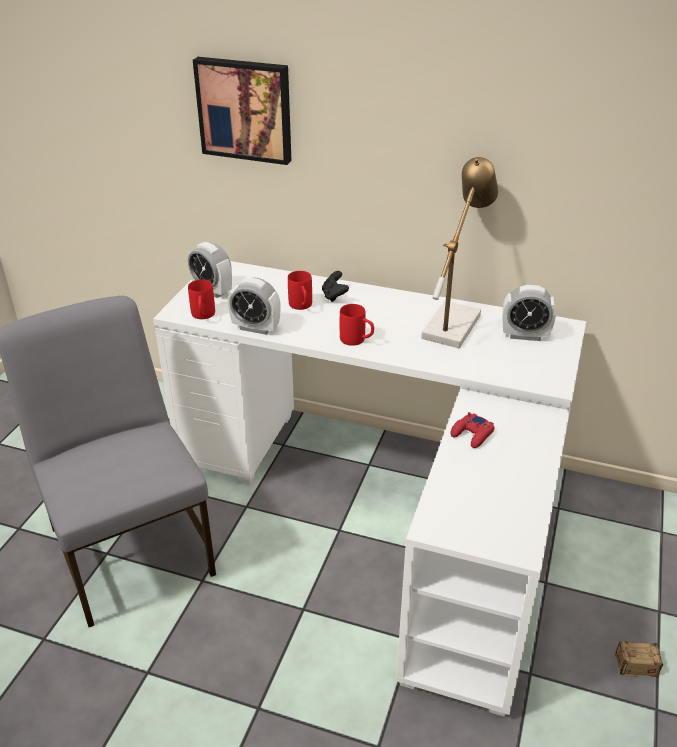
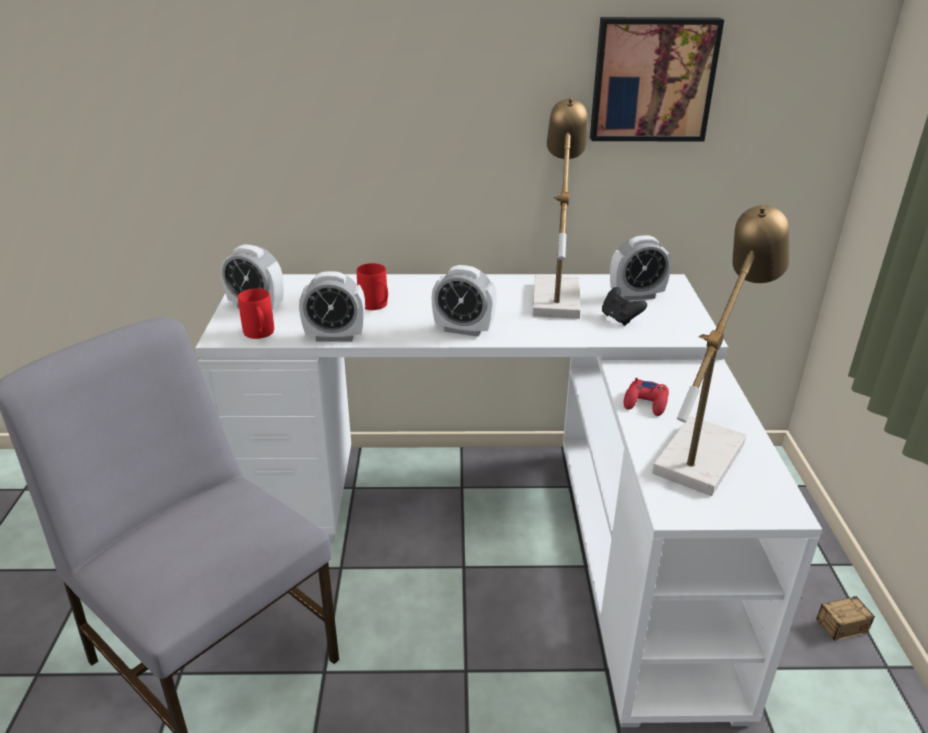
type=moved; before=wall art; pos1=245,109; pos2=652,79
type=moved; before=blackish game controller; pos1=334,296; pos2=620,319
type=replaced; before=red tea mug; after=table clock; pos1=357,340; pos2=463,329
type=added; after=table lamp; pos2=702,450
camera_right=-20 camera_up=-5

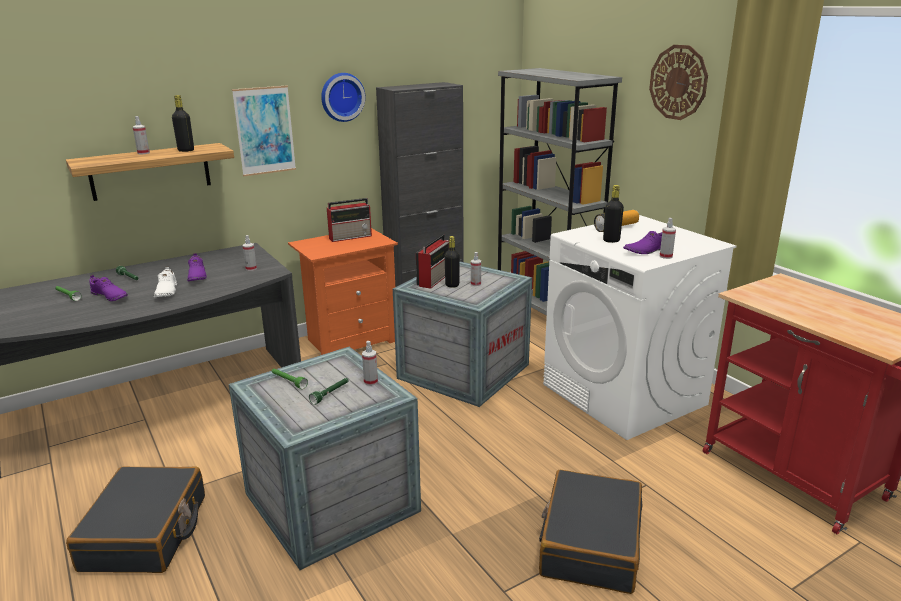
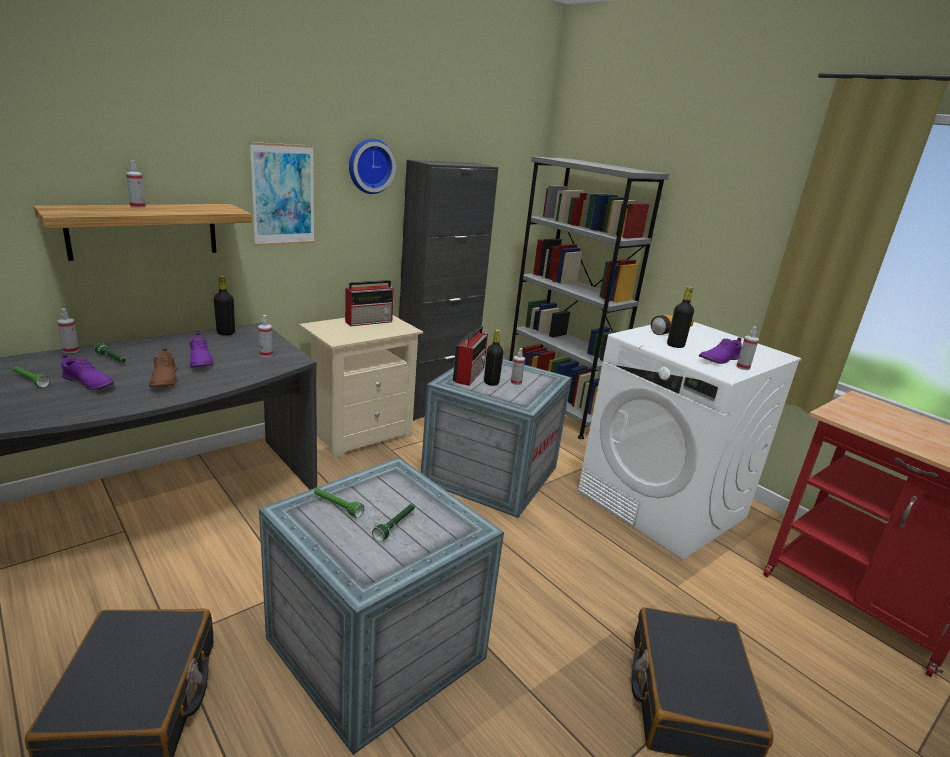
type=recoloured; before=white-coloured item of footwear; after=brown item of footwear; pos1=166,291; pos2=163,379
type=moved; before=blackish bottle; pos1=186,150; pos2=226,333
type=recoloured; before=orangey bedside table; after=beige-coloured bedside table; pos1=350,340; pos2=359,433
type=moved; before=spray bottle; pos1=370,382; pos2=71,350
type=removed; before=wall clock; pos1=678,82
camera_right=-10 camera_up=0

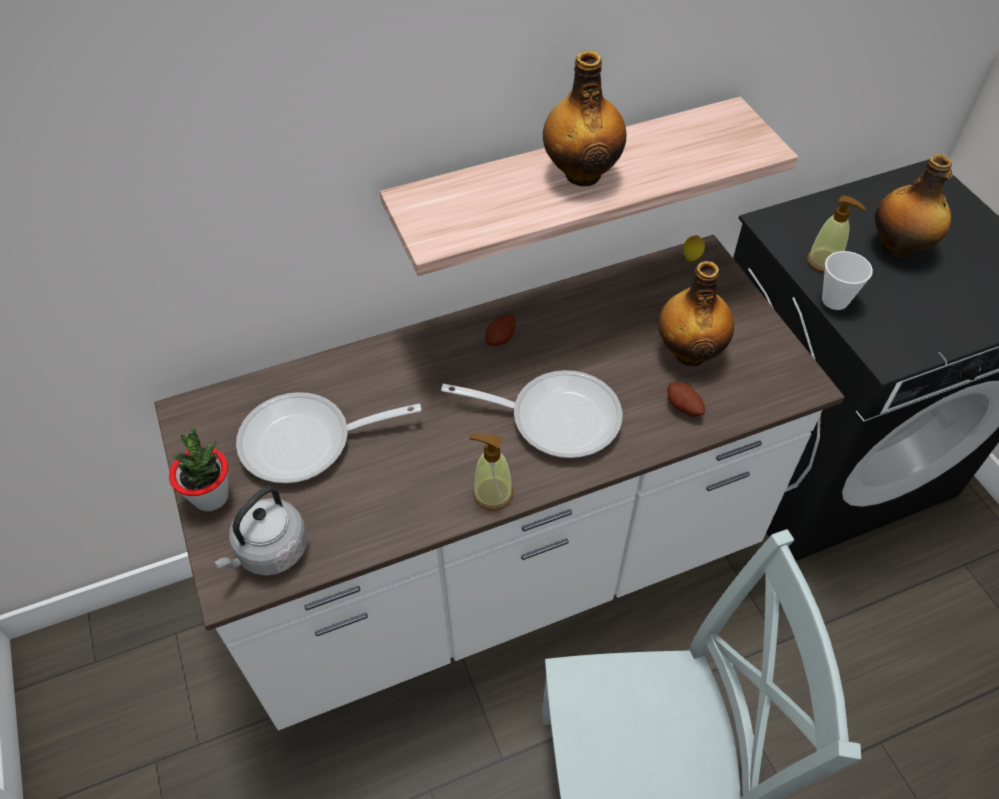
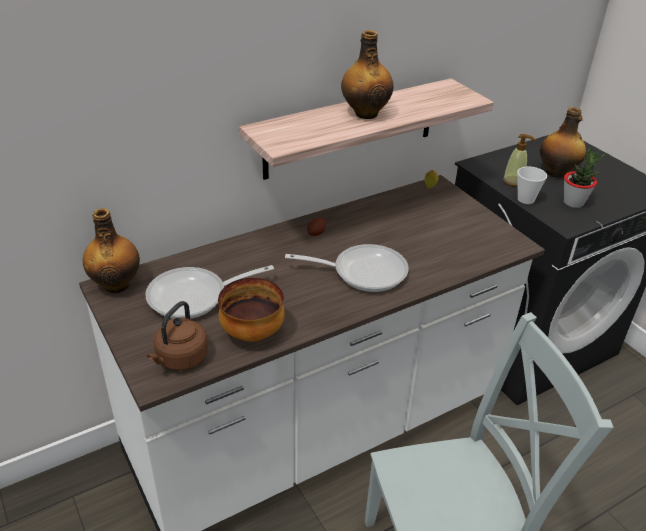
type=moved; before=potted plant; pos1=211,496; pos2=573,202
type=recoloured; before=gray kettle; after=brown kettle; pos1=270,552; pos2=180,359
type=removed; before=soap dispenser; pos1=492,493
type=moved; before=bottle; pos1=689,352; pos2=116,284
type=removed; before=whole potato; pos1=683,408
type=added; after=deep dish; pos2=253,333
camera_right=-10 camera_up=-15

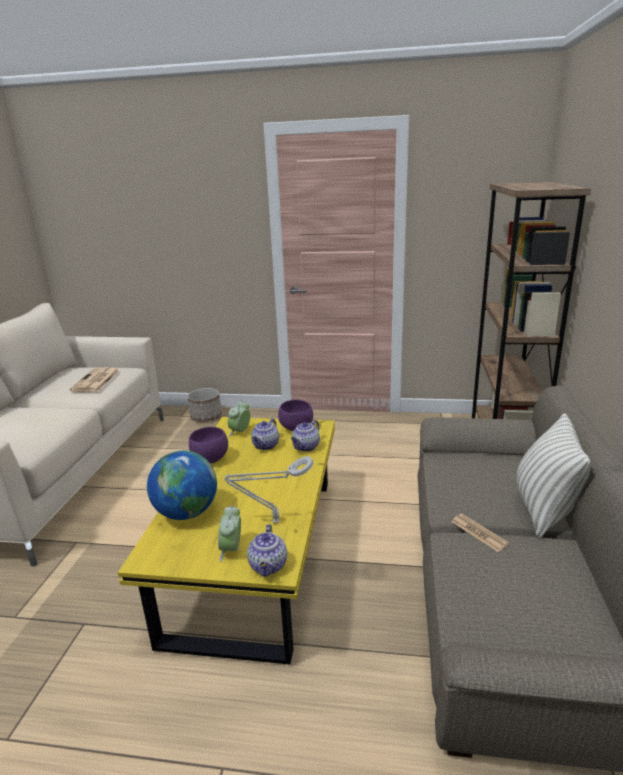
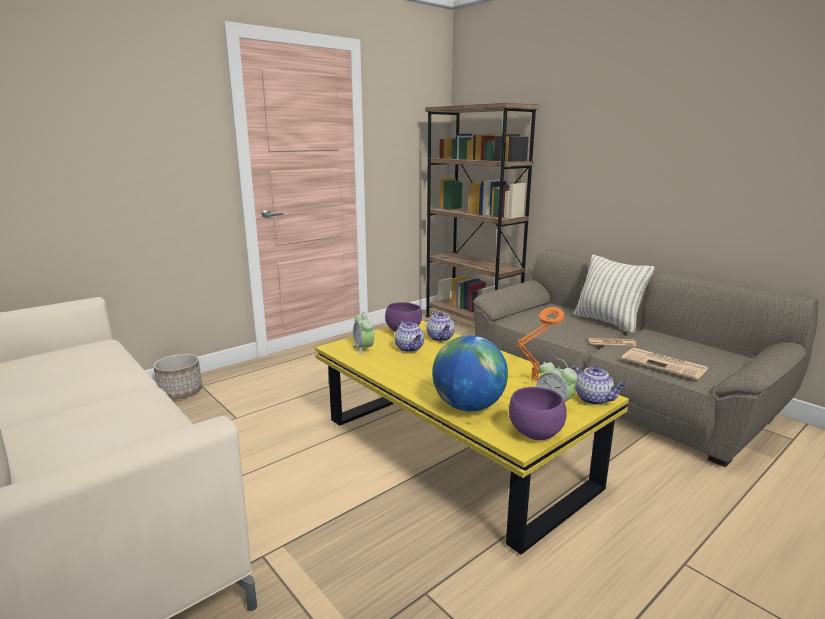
type=moved; before=newspaper; pos1=96,381; pos2=665,364
type=moved; before=purple deep dish; pos1=209,459; pos2=536,434
type=recoloured; before=gray table lamp; after=orangey table lamp; pos1=273,522; pos2=534,380
camera_right=-50 camera_up=-5

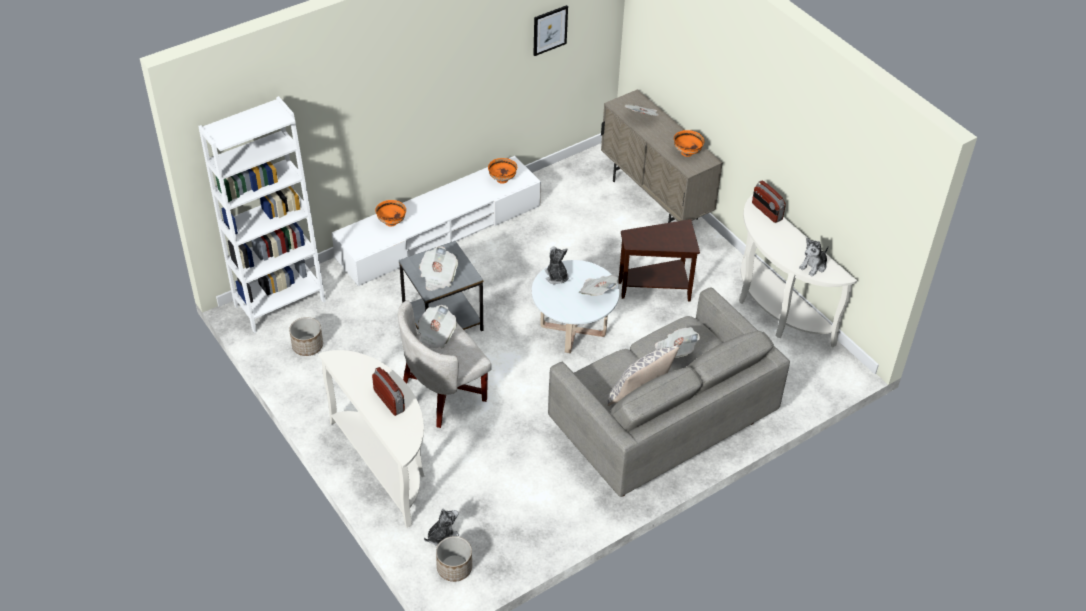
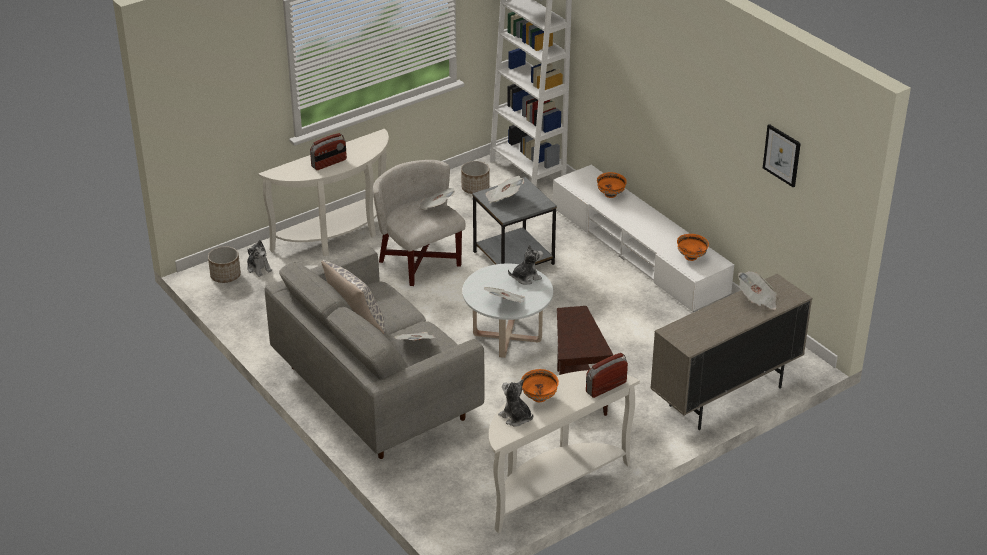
type=moved; before=orangey deep dish; pos1=687,152; pos2=539,398
camera_right=90 camera_up=-10

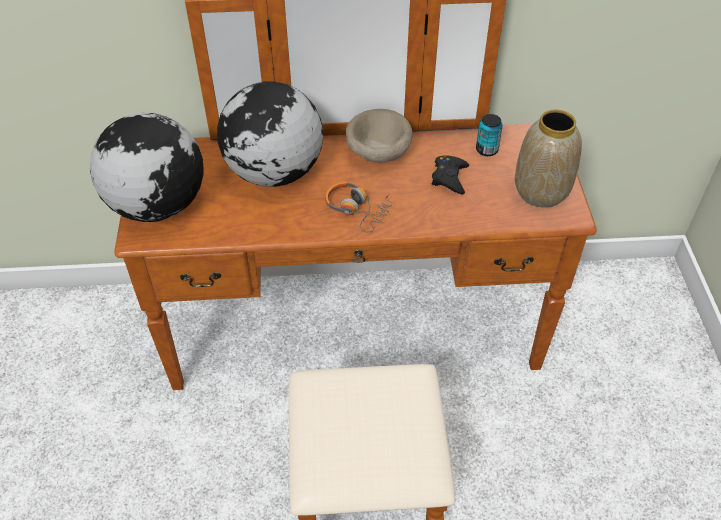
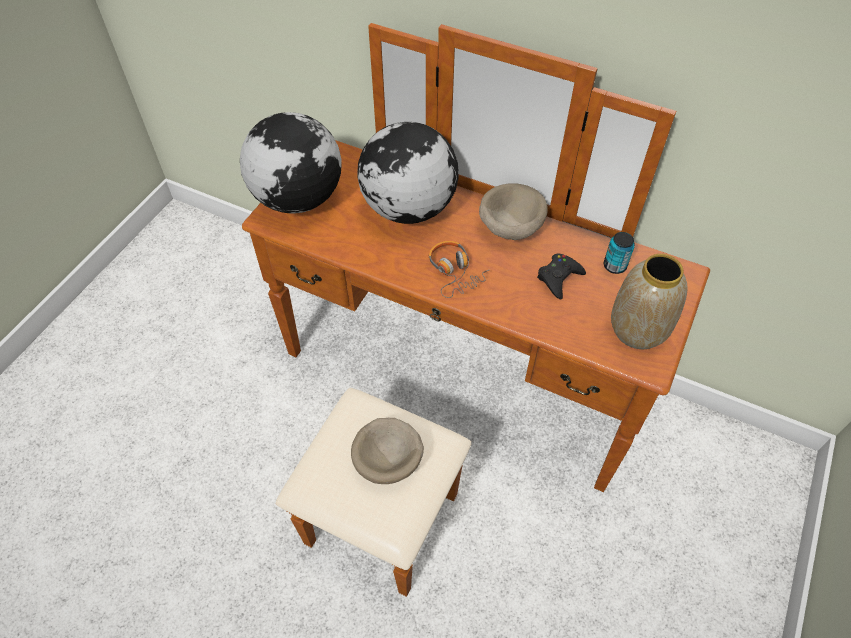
type=added; after=beige-coloured deep dish; pos2=389,461
camera_right=30 camera_up=5

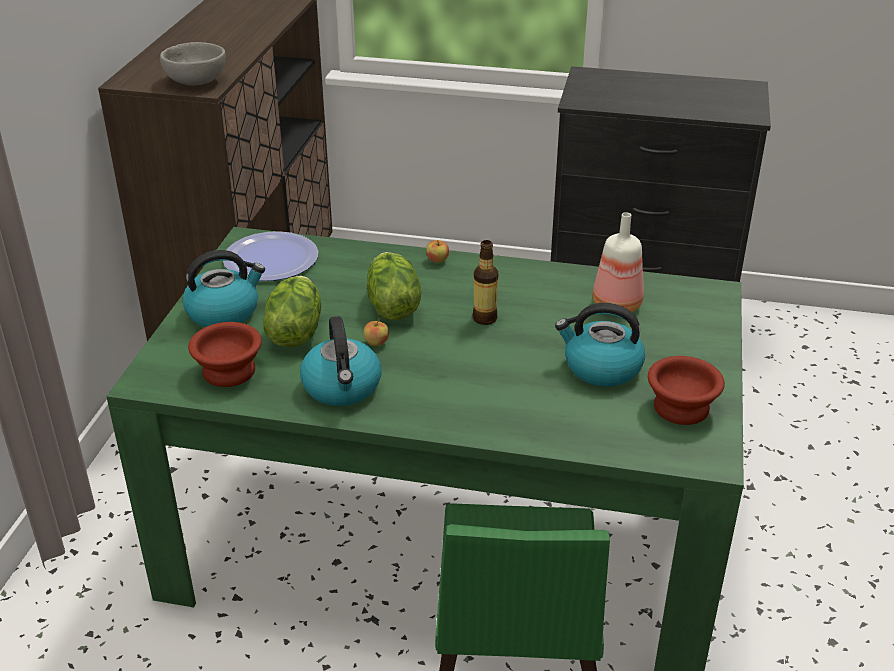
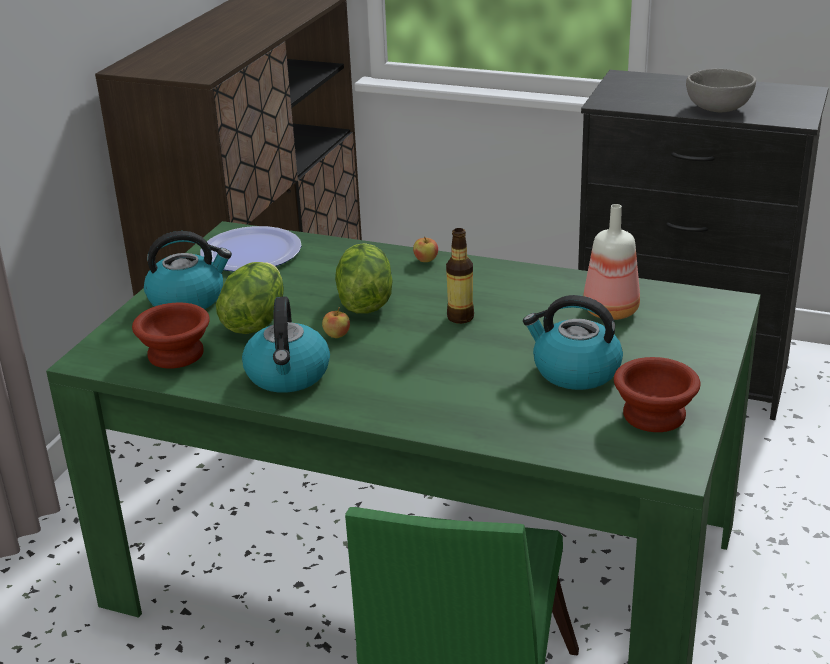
type=moved; before=gray deep dish; pos1=195,82; pos2=718,109
camera_right=10 camera_up=-5

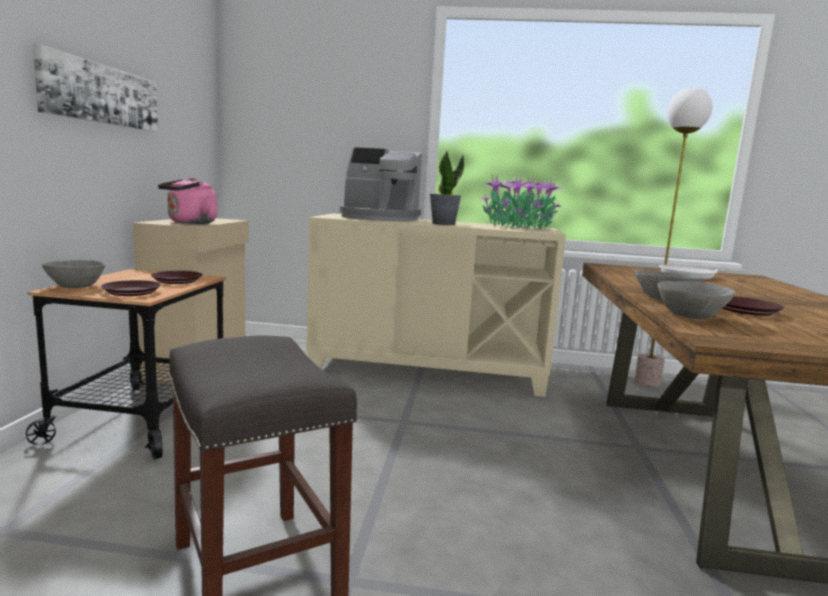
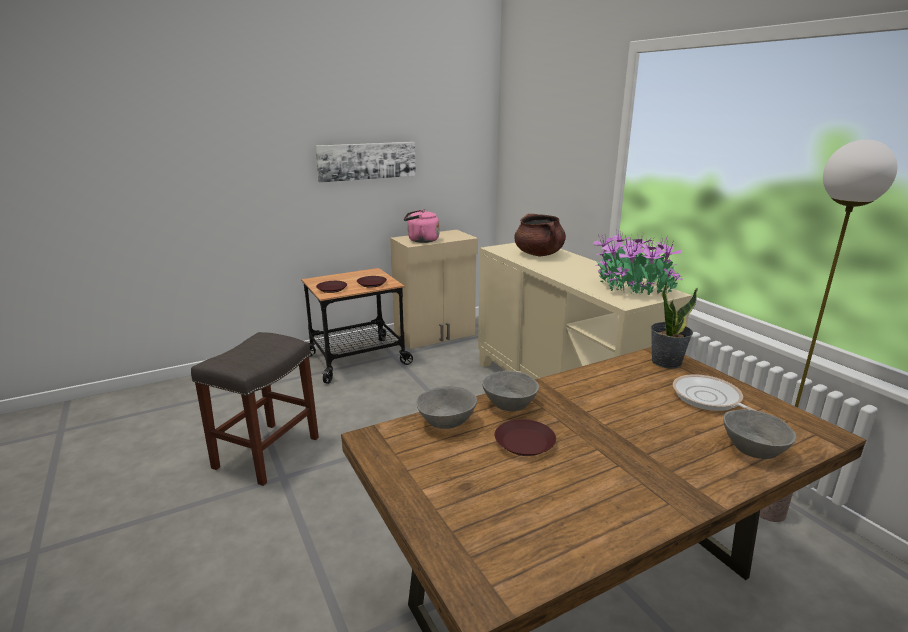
type=moved; before=gray deep dish; pos1=76,286; pos2=754,450
type=replaced; before=coffee maker; after=brown stockpot; pos1=379,218; pos2=539,254
type=moved; before=potted plant; pos1=443,224; pos2=666,362
camera_right=55 camera_up=10

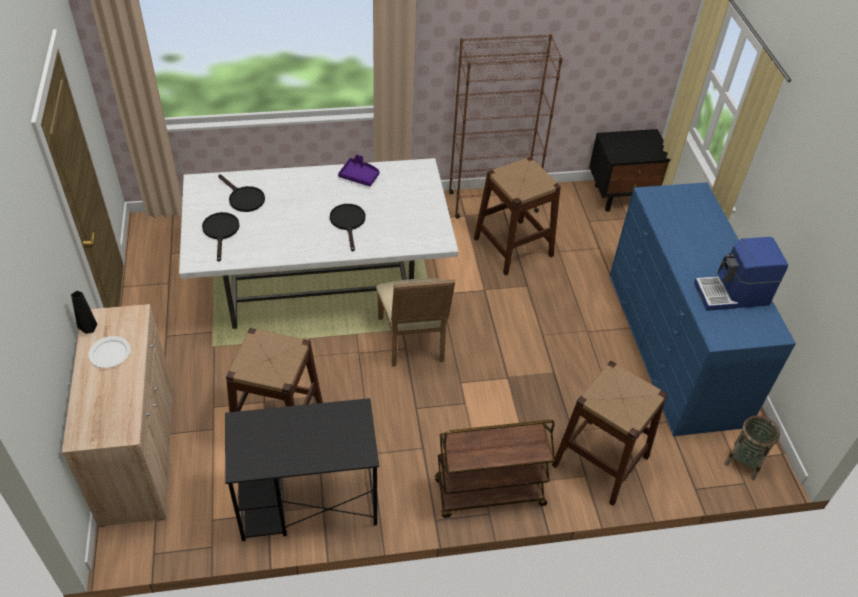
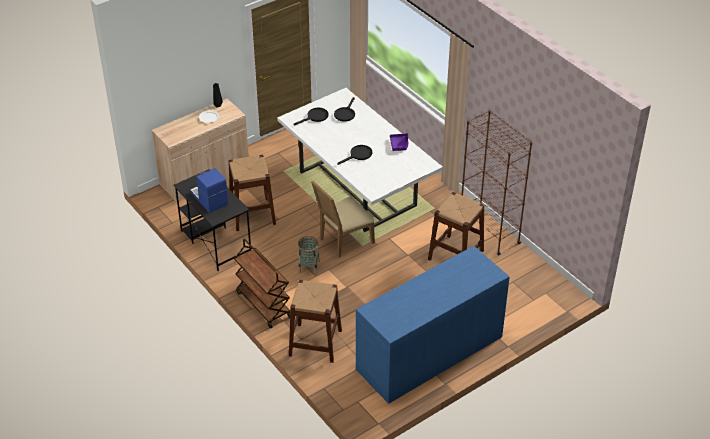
type=removed; before=blackish bedside table; pos1=621,196
type=moved; before=coffee maker; pos1=732,294; pos2=209,199
type=moved; before=basket; pos1=744,461; pos2=308,267
camera_right=65 camera_up=-5

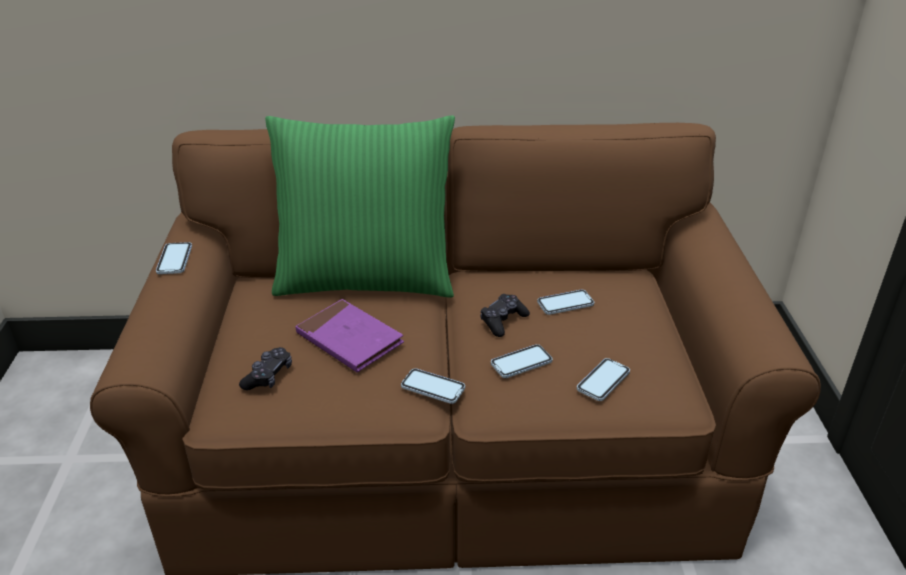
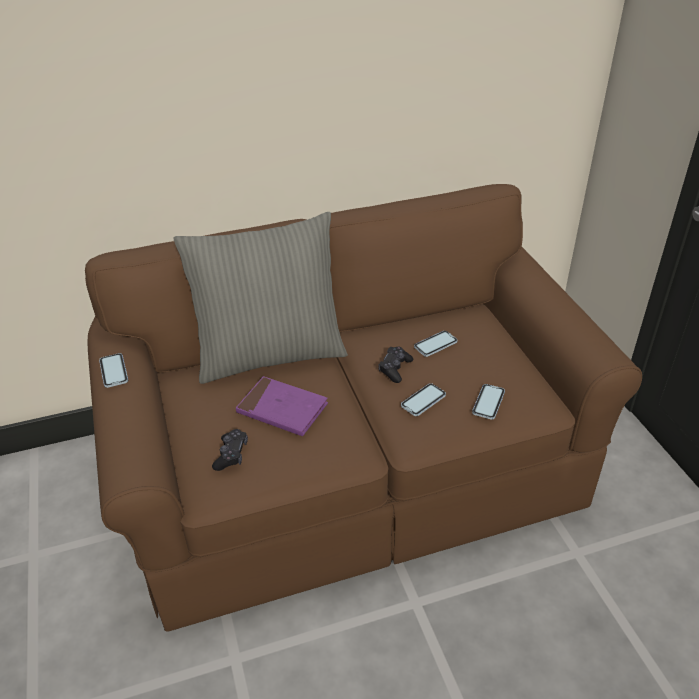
type=recoloured; before=greenish cushion; after=gray cushion; pos1=366,279; pos2=270,354
type=removed; before=phone; pos1=433,387
camera_right=-15 camera_up=5

